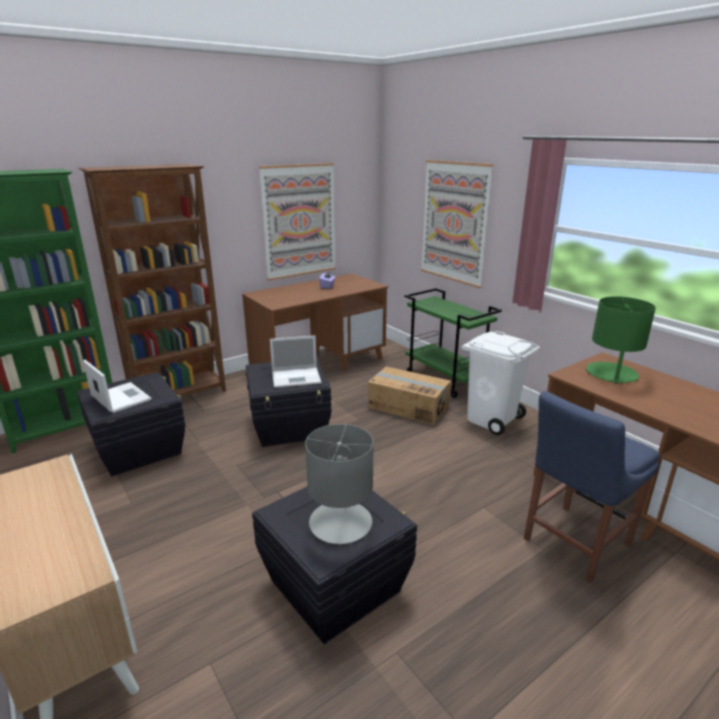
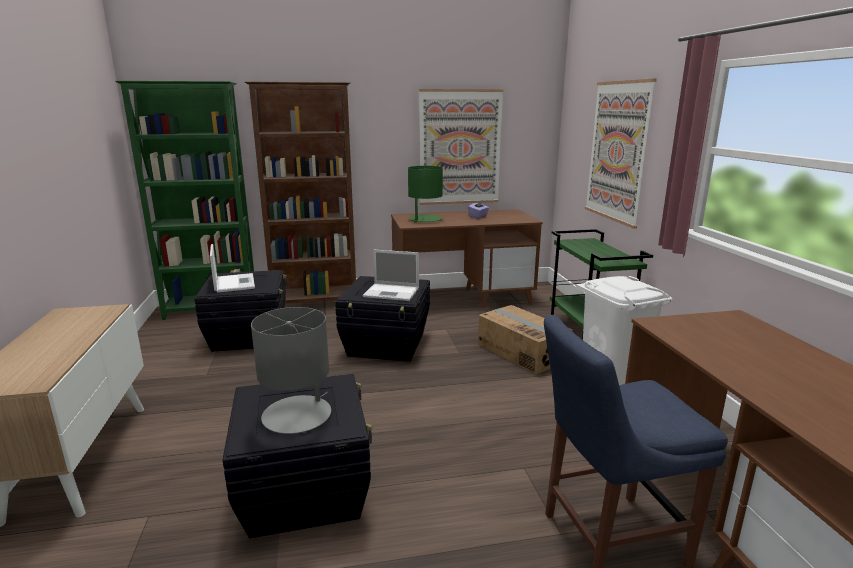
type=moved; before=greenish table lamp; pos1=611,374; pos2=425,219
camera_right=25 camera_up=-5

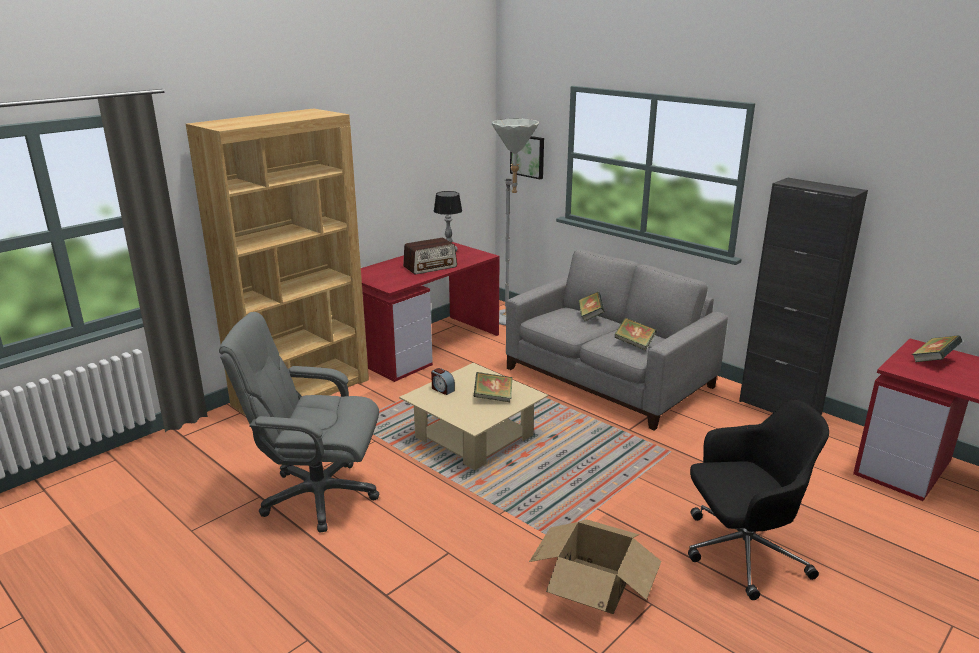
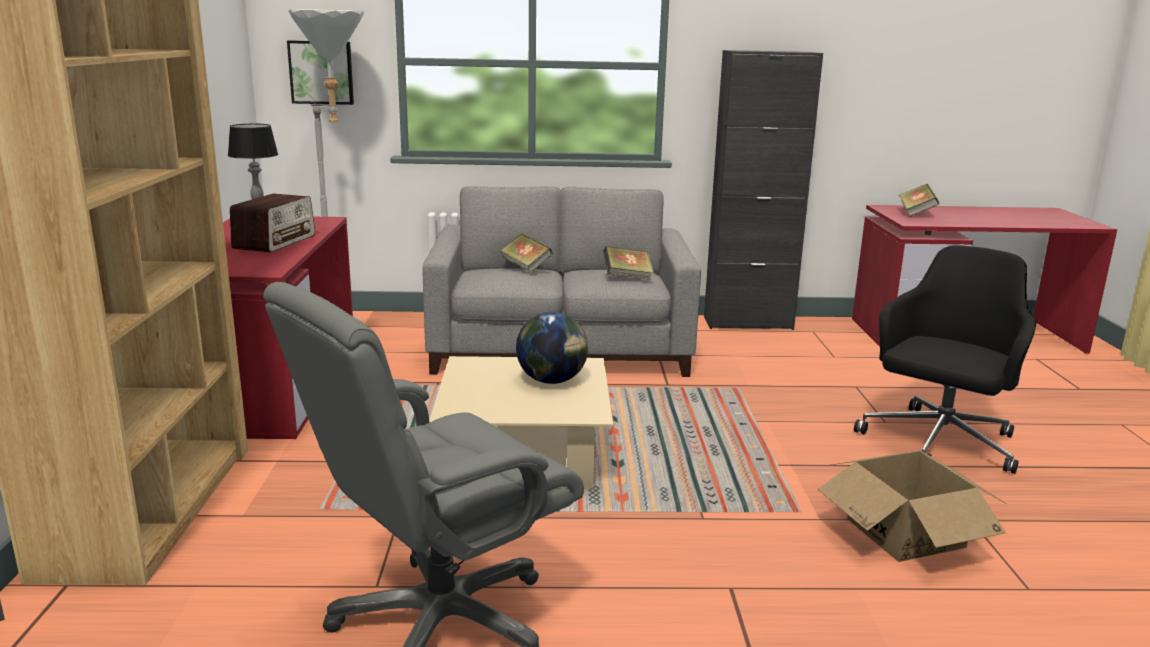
type=removed; before=table clock; pos1=442,389
type=replaced; before=bound book; after=world globe; pos1=493,398; pos2=552,381
camera_right=-45 camera_up=-5

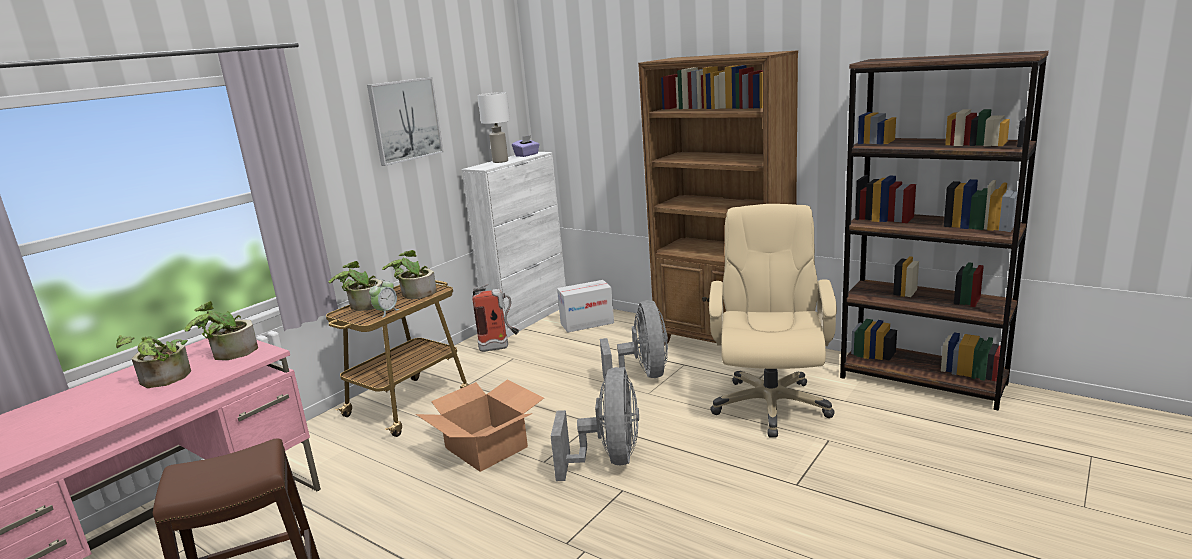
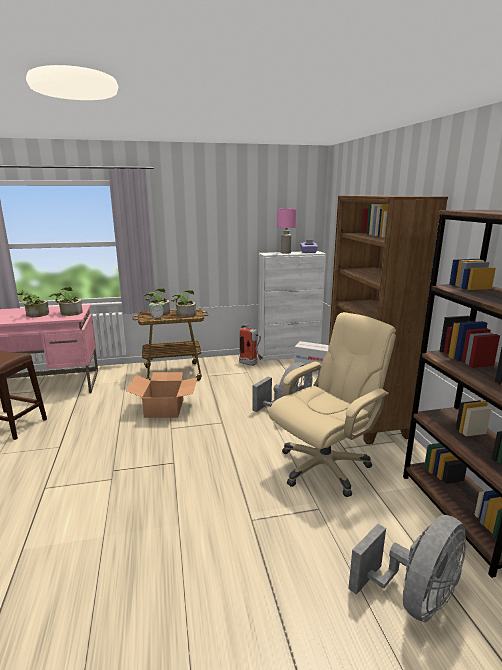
type=removed; before=wall art; pos1=405,120
type=recoloured; before=white-coloured table lamp; after=pinkish table lamp; pos1=500,161; pos2=285,253
type=moved; before=gray electric fan; pos1=609,459; pos2=414,598
camera_right=40 camera_up=0

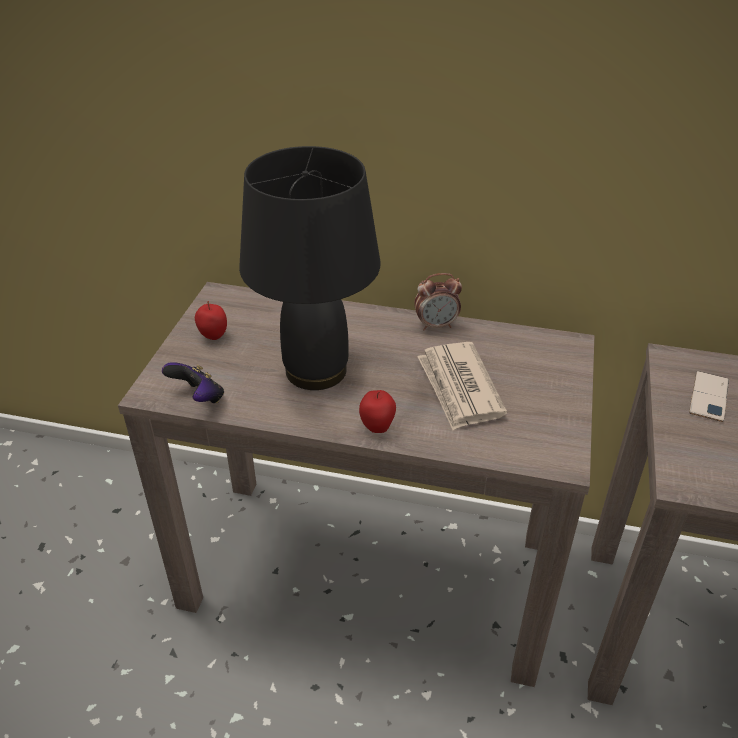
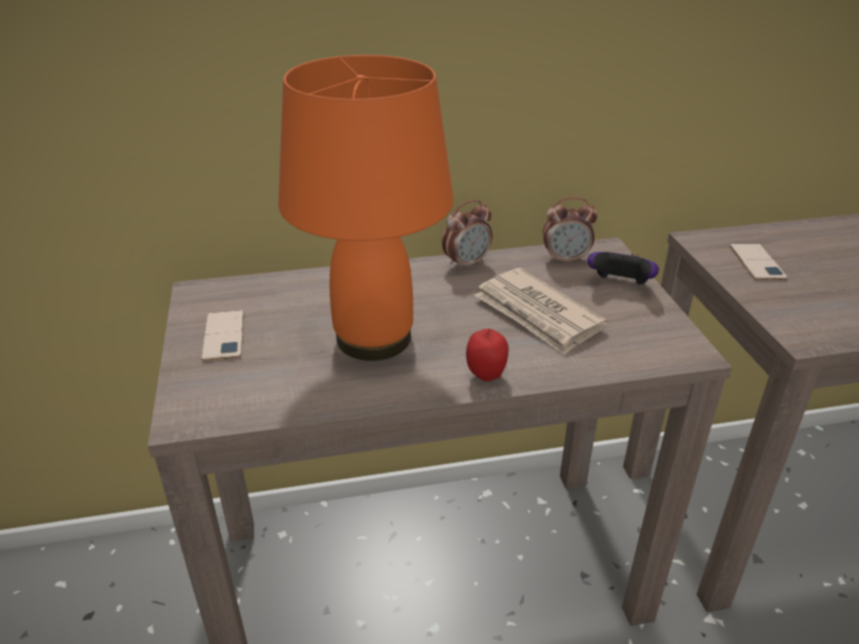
type=moved; before=game controller; pos1=199,398; pos2=619,285
type=replaced; before=whole apple; after=phone; pos1=213,337; pos2=224,336
type=recoloured; before=blackish table lamp; after=orangey table lamp; pos1=314,371; pos2=373,339
type=added; after=table clock; pos2=565,260
camera_right=-25 camera_up=-5

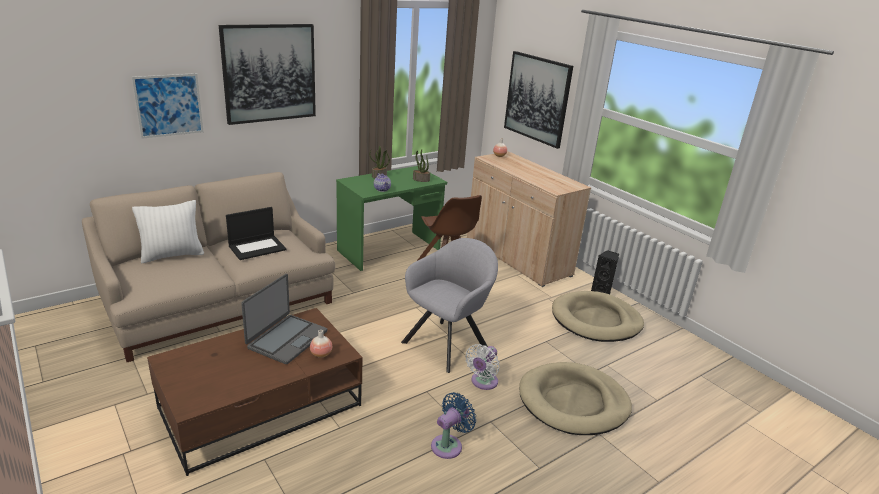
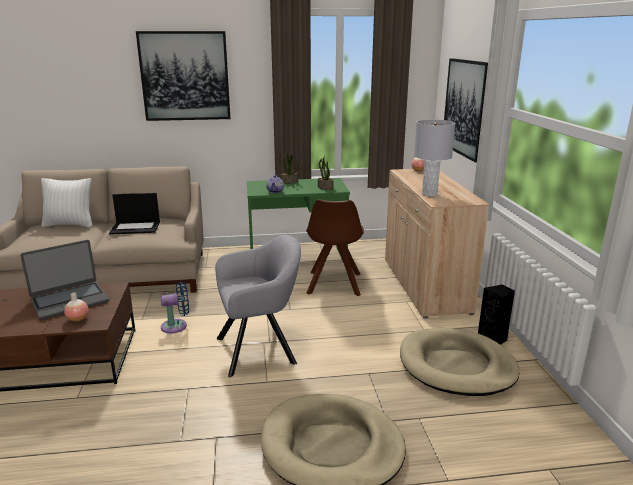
type=removed; before=wall art; pos1=169,105
type=moved; before=blue-coloured electric fan; pos1=449,445; pos2=177,326
type=removed; before=white-coloured electric fan; pos1=483,382
type=added; after=gray table lamp; pos2=429,194
camera_right=30 camera_up=-5

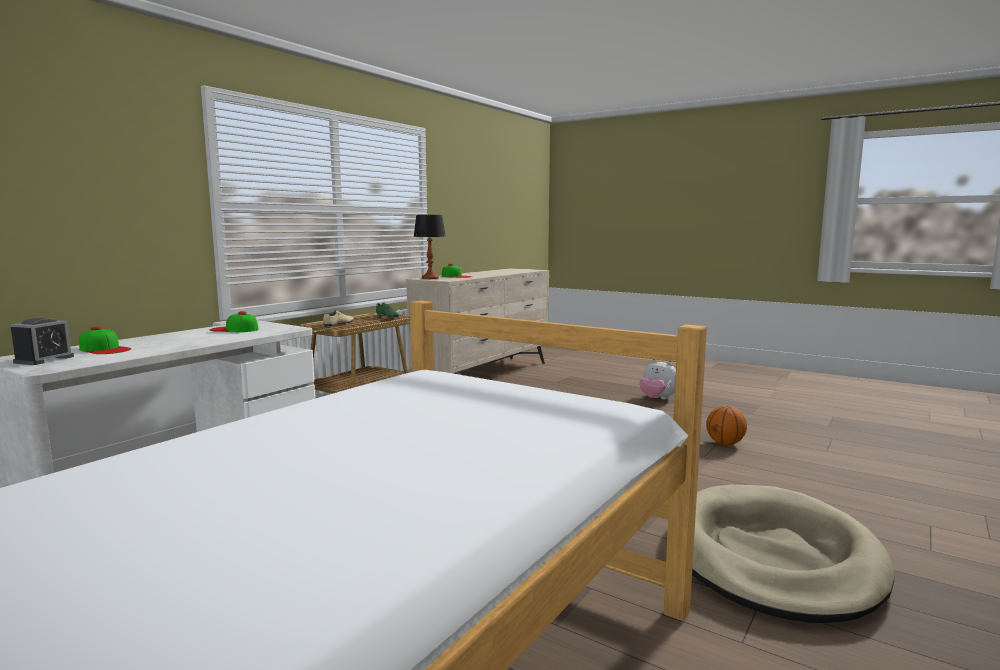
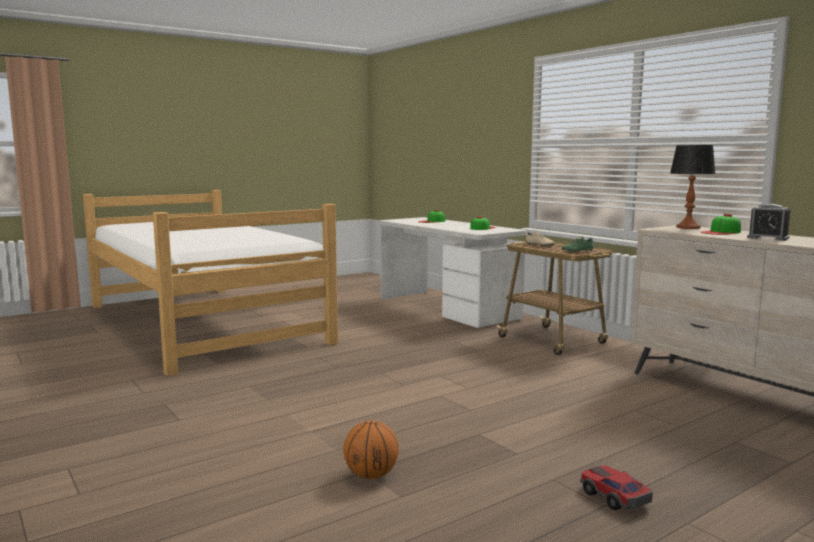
type=moved; before=table clock; pos1=44,359; pos2=768,238
type=replaced; before=cuddly toy; after=toy car; pos1=657,399; pos2=614,497
type=removed; before=beige-coloured pet bed; pos1=772,557
camera_right=110 camera_up=0

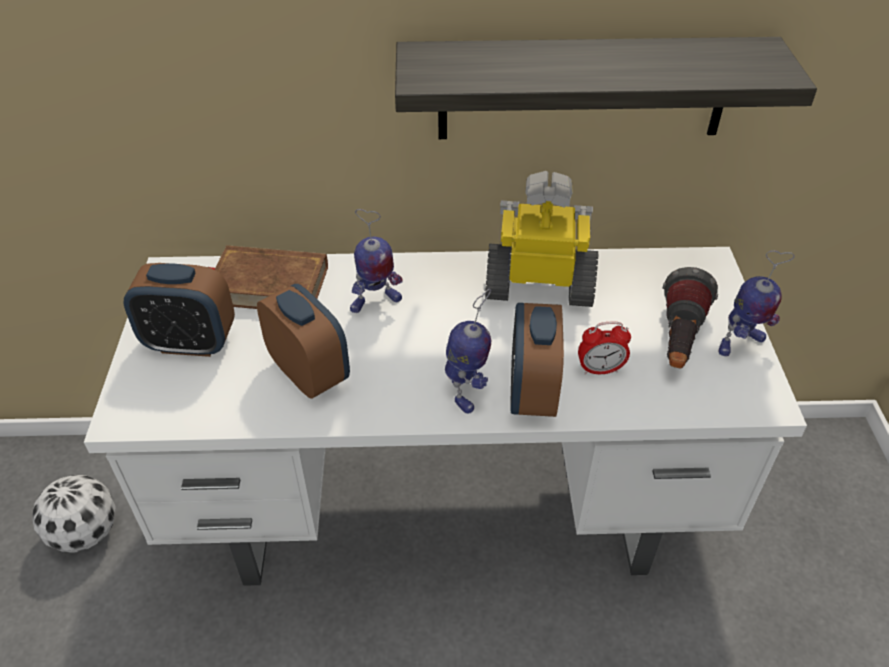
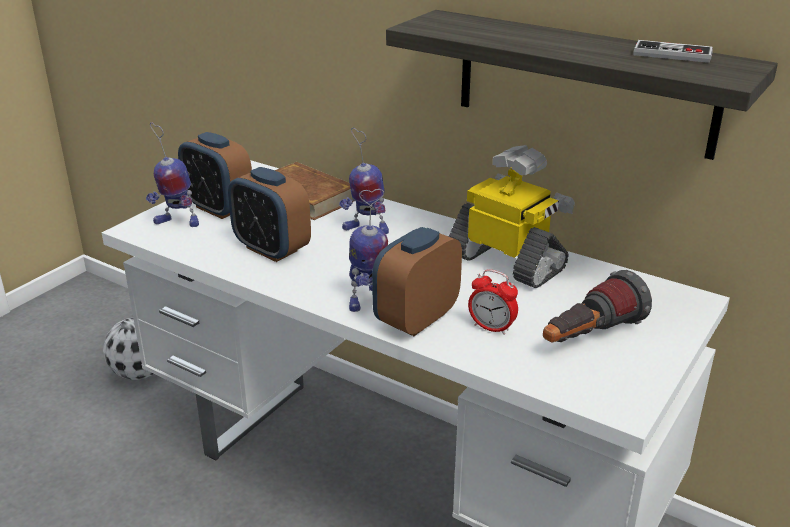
type=turned; before=table clock; pos1=309,373; pos2=271,249; turn=135
type=moved; before=model robot; pos1=739,344; pos2=176,222
type=added; after=game controller; pos2=672,54
camera_right=35 camera_up=-15

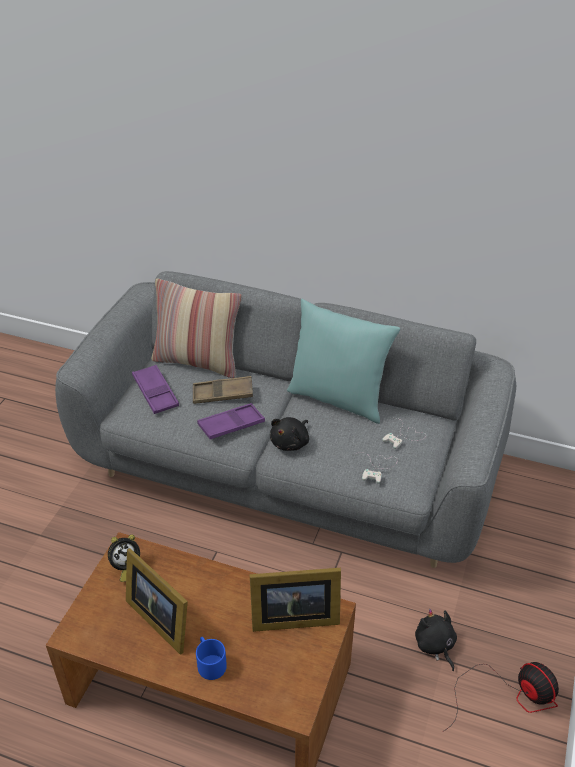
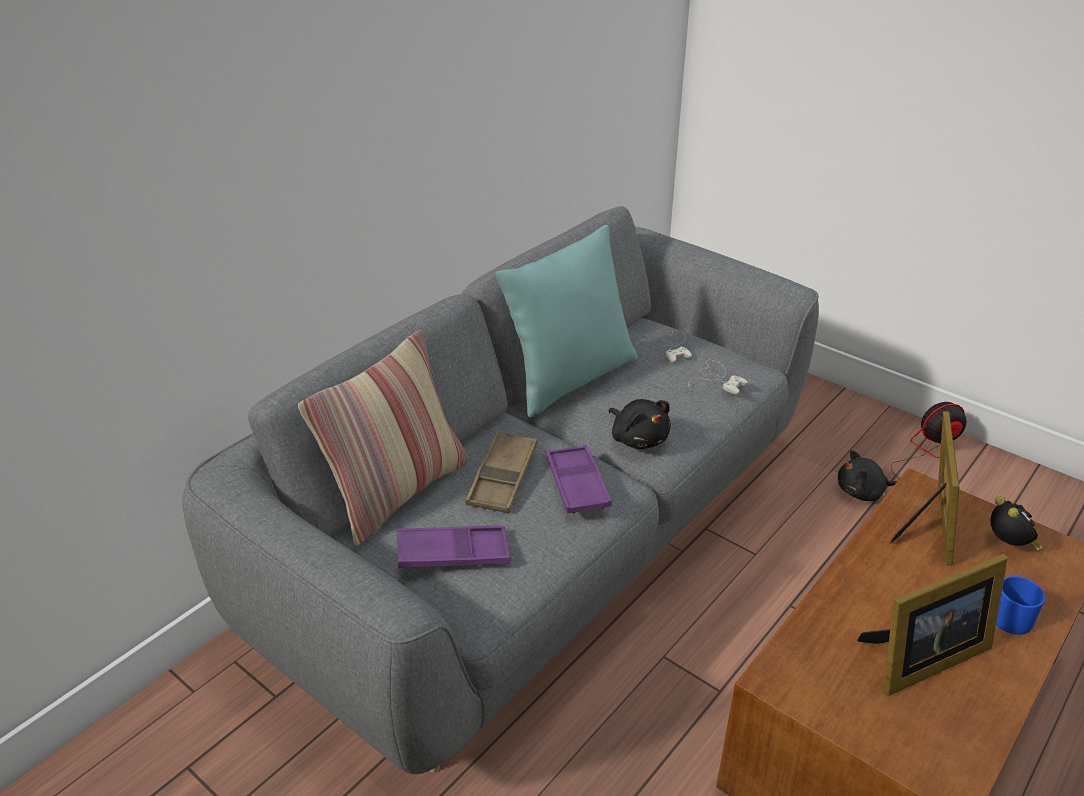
type=moved; before=table clock; pos1=125,568; pos2=1009,546
camera_right=-70 camera_up=-5

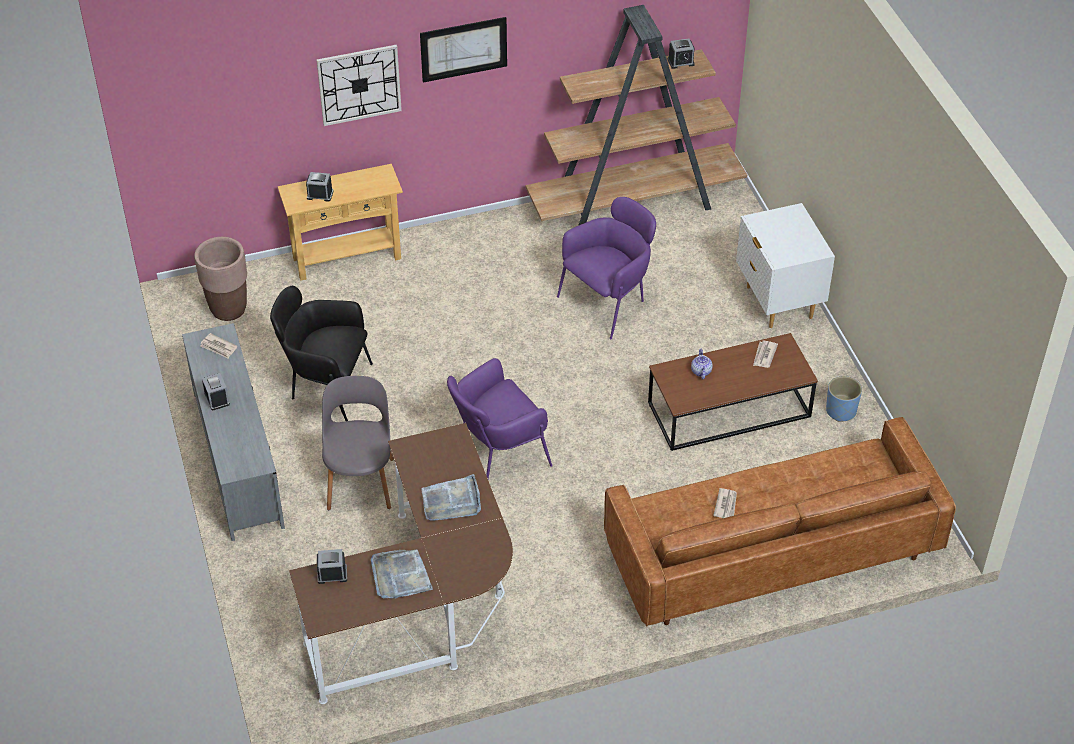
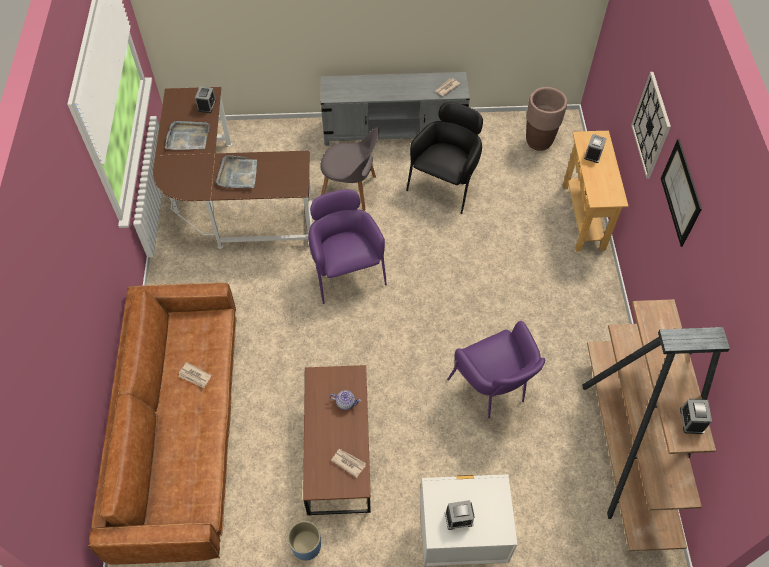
type=moved; before=table clock; pos1=217,399; pos2=459,518
camera_right=105 camera_up=10

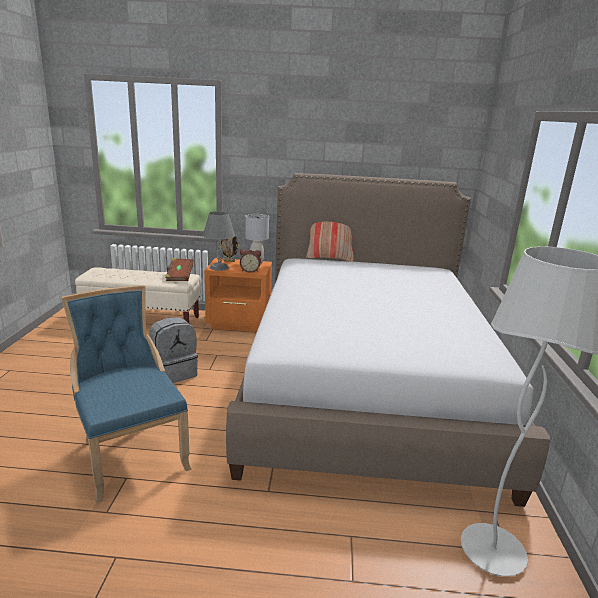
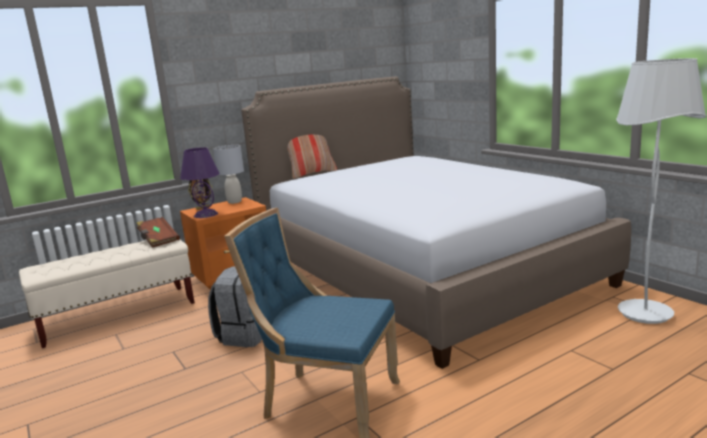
type=recoloured; before=gray table lamp; after=purple table lamp; pos1=219,267; pos2=206,214
type=removed; before=table clock; pos1=250,270
camera_right=-35 camera_up=-5

